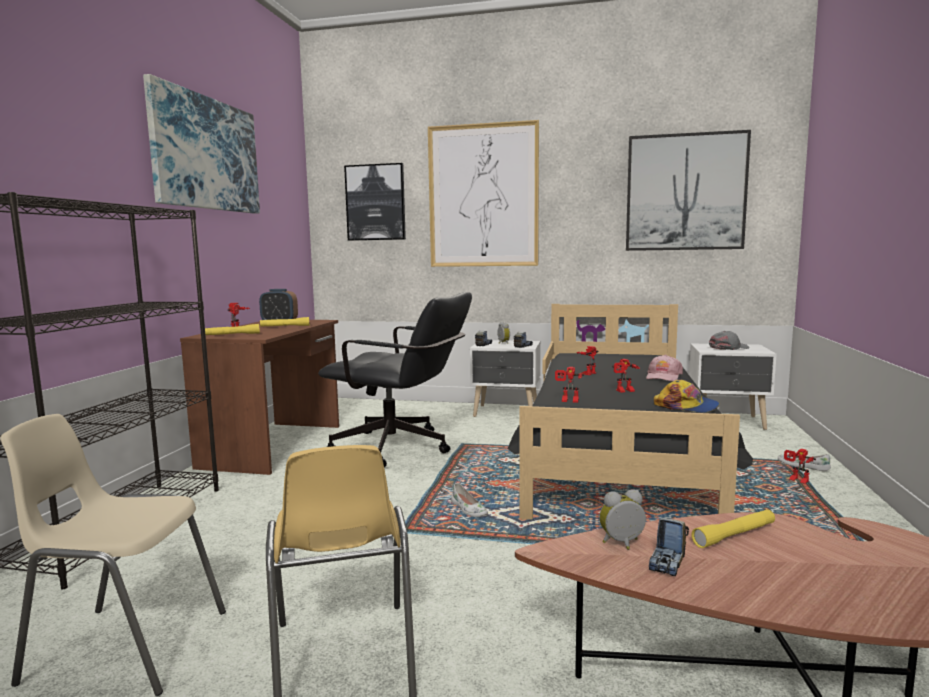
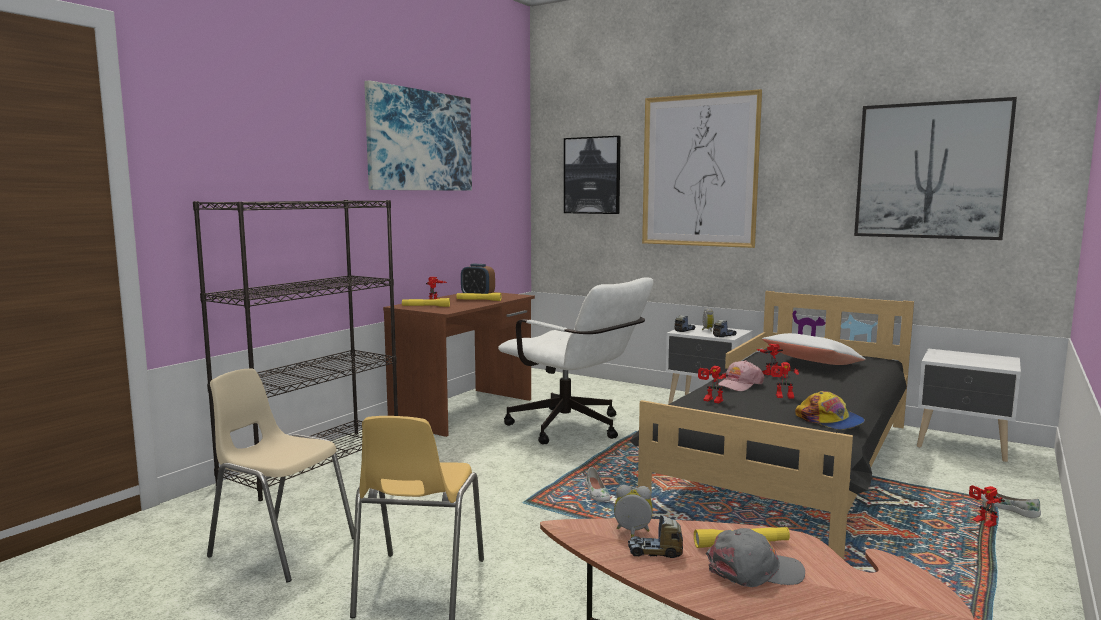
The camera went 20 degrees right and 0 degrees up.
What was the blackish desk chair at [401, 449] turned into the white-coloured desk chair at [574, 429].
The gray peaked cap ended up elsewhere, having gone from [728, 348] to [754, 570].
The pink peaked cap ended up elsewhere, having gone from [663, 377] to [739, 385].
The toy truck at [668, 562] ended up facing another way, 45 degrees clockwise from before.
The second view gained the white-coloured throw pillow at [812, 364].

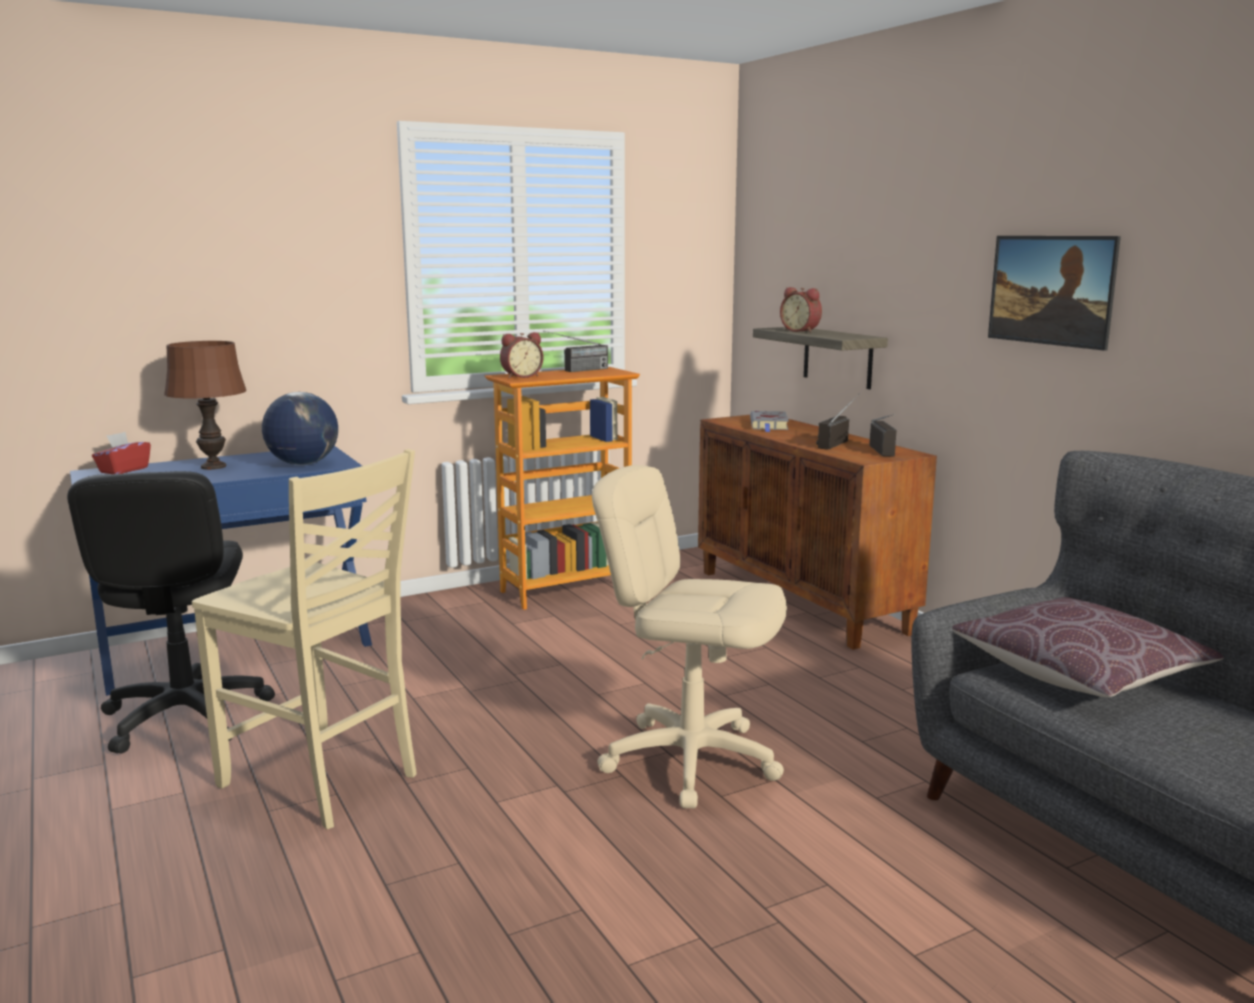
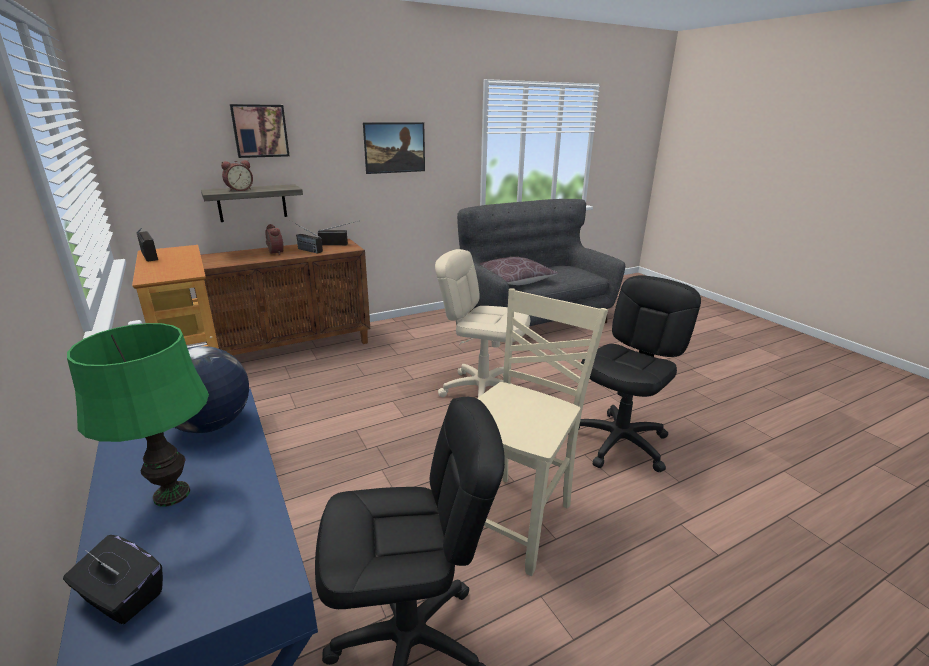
The camera went 90 degrees left and 10 degrees up.
The alarm clock ended up elsewhere, having gone from [521, 376] to [274, 252].
What was the brownish lamp for a table at [214, 466] turned into the green-coloured lamp for a table at [171, 494].
The second view lost the gray bound book at [769, 425].
What was the red-coloured tissue holder at [123, 470] turned into the blackish tissue holder at [121, 597].
The beige-coloured desk chair at [690, 760] ended up facing another way, 90 degrees clockwise from before.
The second view gained the wall picture at [260, 131].
The second view gained the blackish desk chair at [620, 443].

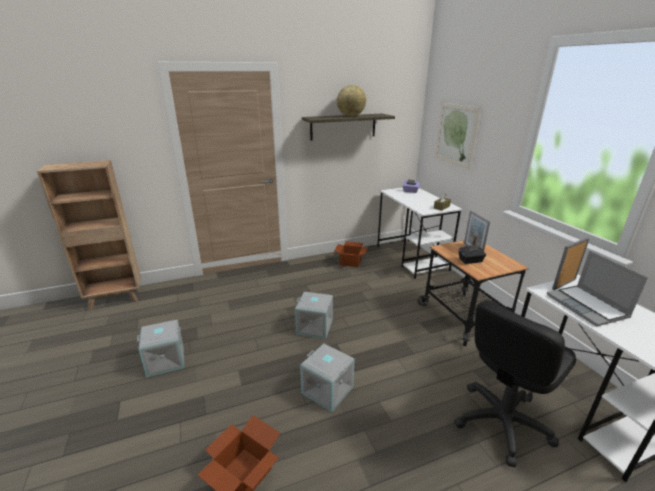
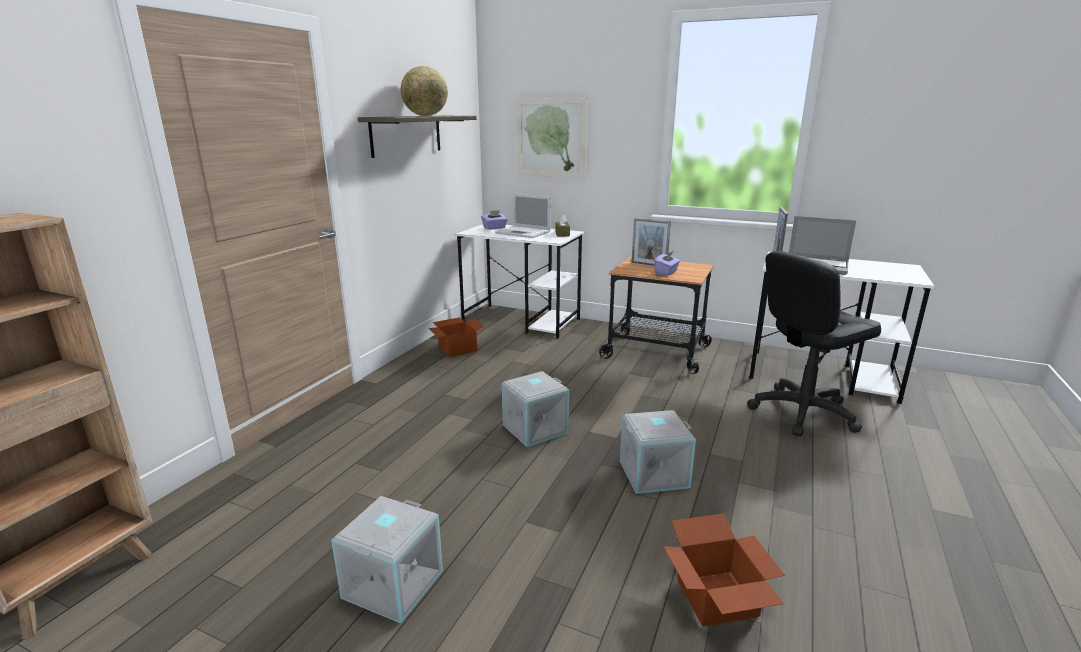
The camera went 45 degrees left and 5 degrees down.
What was the blackish tissue holder at [470, 261] turned into the purple-coloured tissue holder at [666, 272].
The blackish desk chair at [501, 422] ended up facing another way, 60 degrees clockwise from before.
The second view gained the notebook computer at [524, 232].

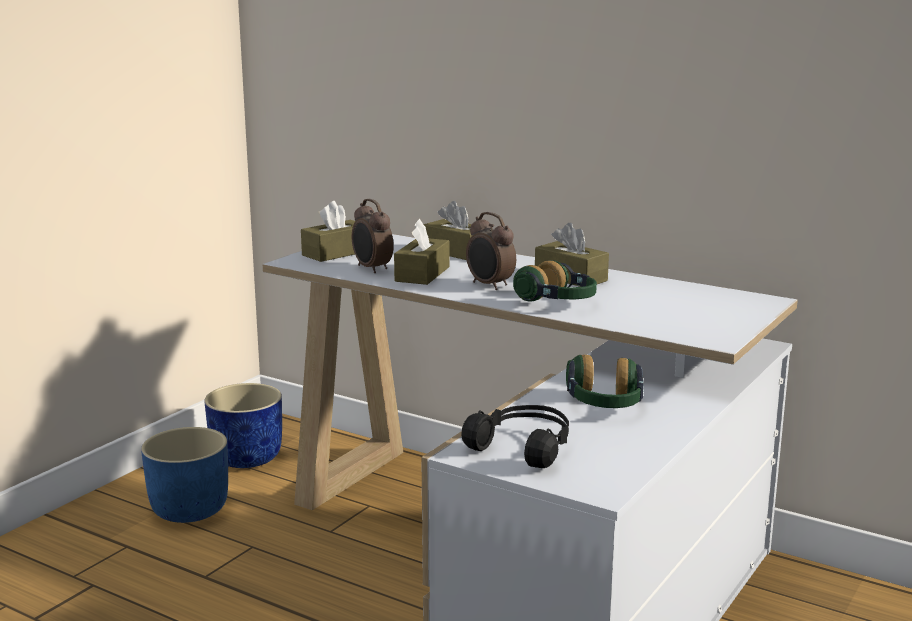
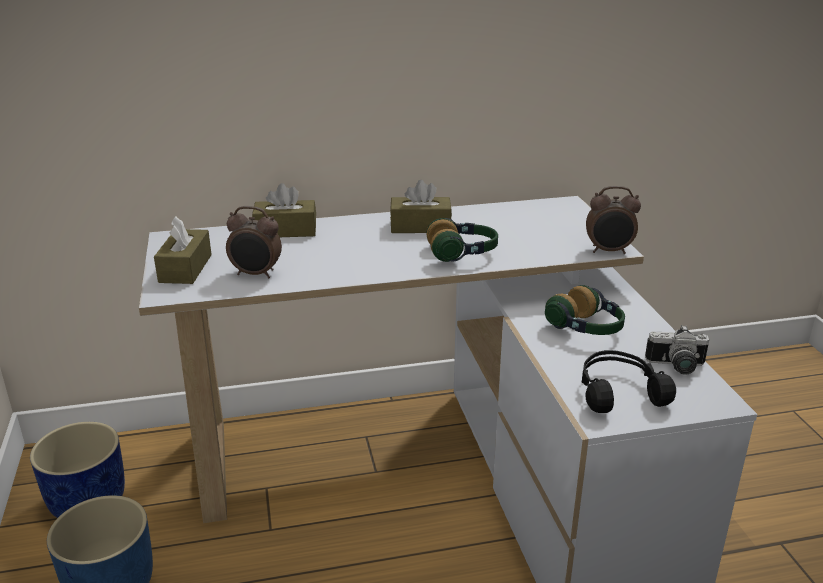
The camera went 45 degrees left and 10 degrees up.
The alarm clock ended up elsewhere, having gone from [489, 285] to [609, 251].
The second view lost the brownish tissue holder at [422, 274].
The second view gained the still camera at [676, 367].

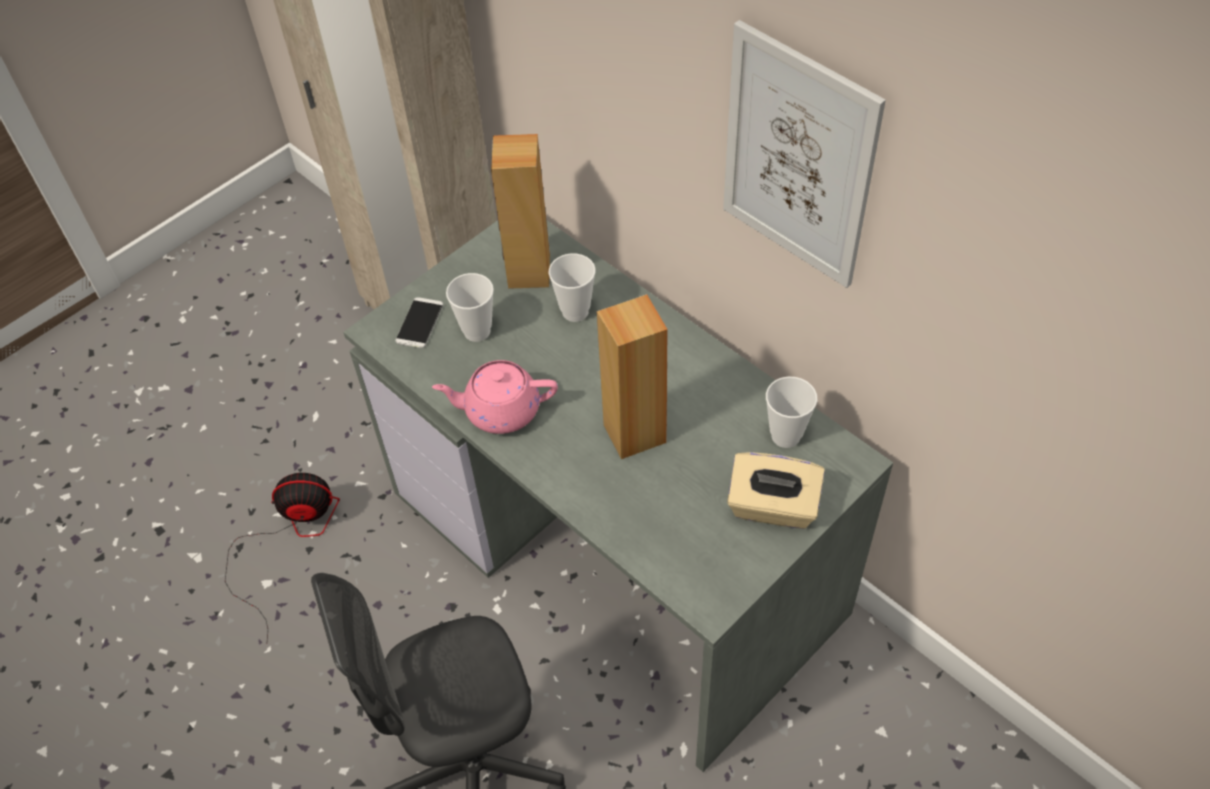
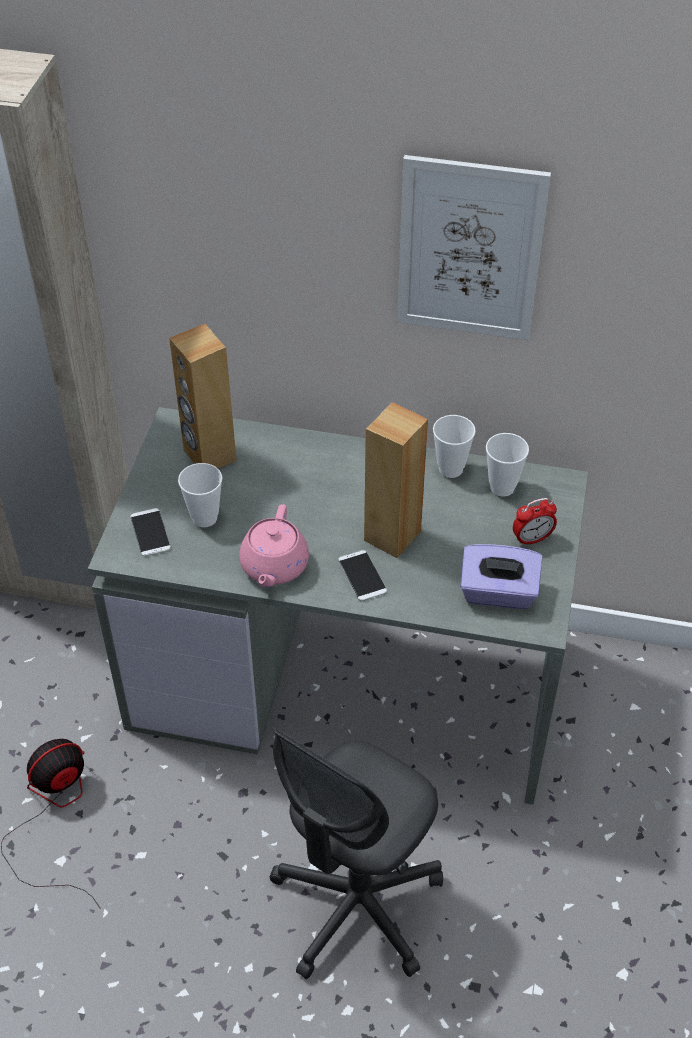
The camera went 35 degrees left and 5 degrees down.
The drinking cup ended up elsewhere, having gone from [575, 311] to [450, 469].
The pink pot for tea at [500, 410] ended up facing another way, 45 degrees counterclockwise from before.
Where the beige-coloured tissue holder stood at [772, 507], the alarm clock came to stand at [532, 539].
The second view gained the purple-coloured tissue holder at [498, 593].
The second view gained the phone at [362, 576].

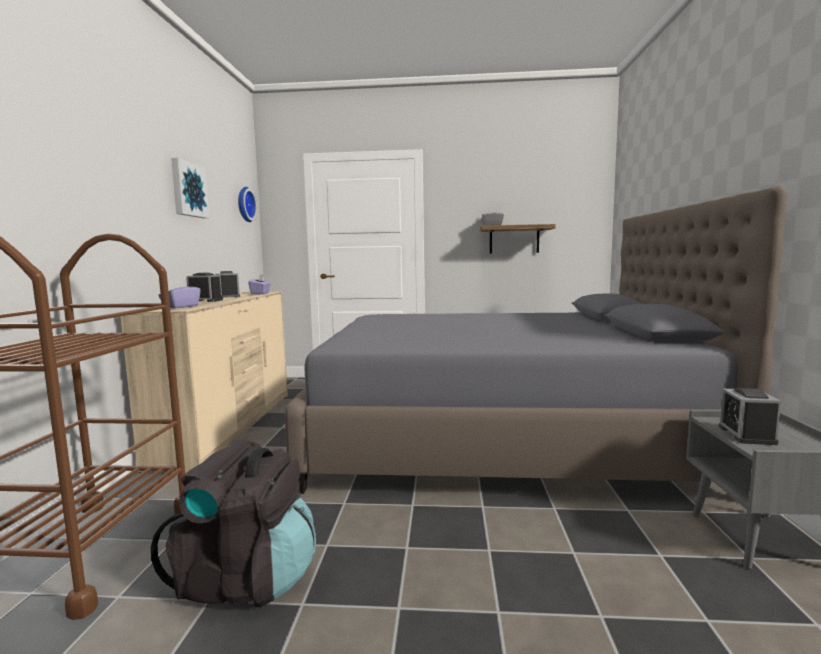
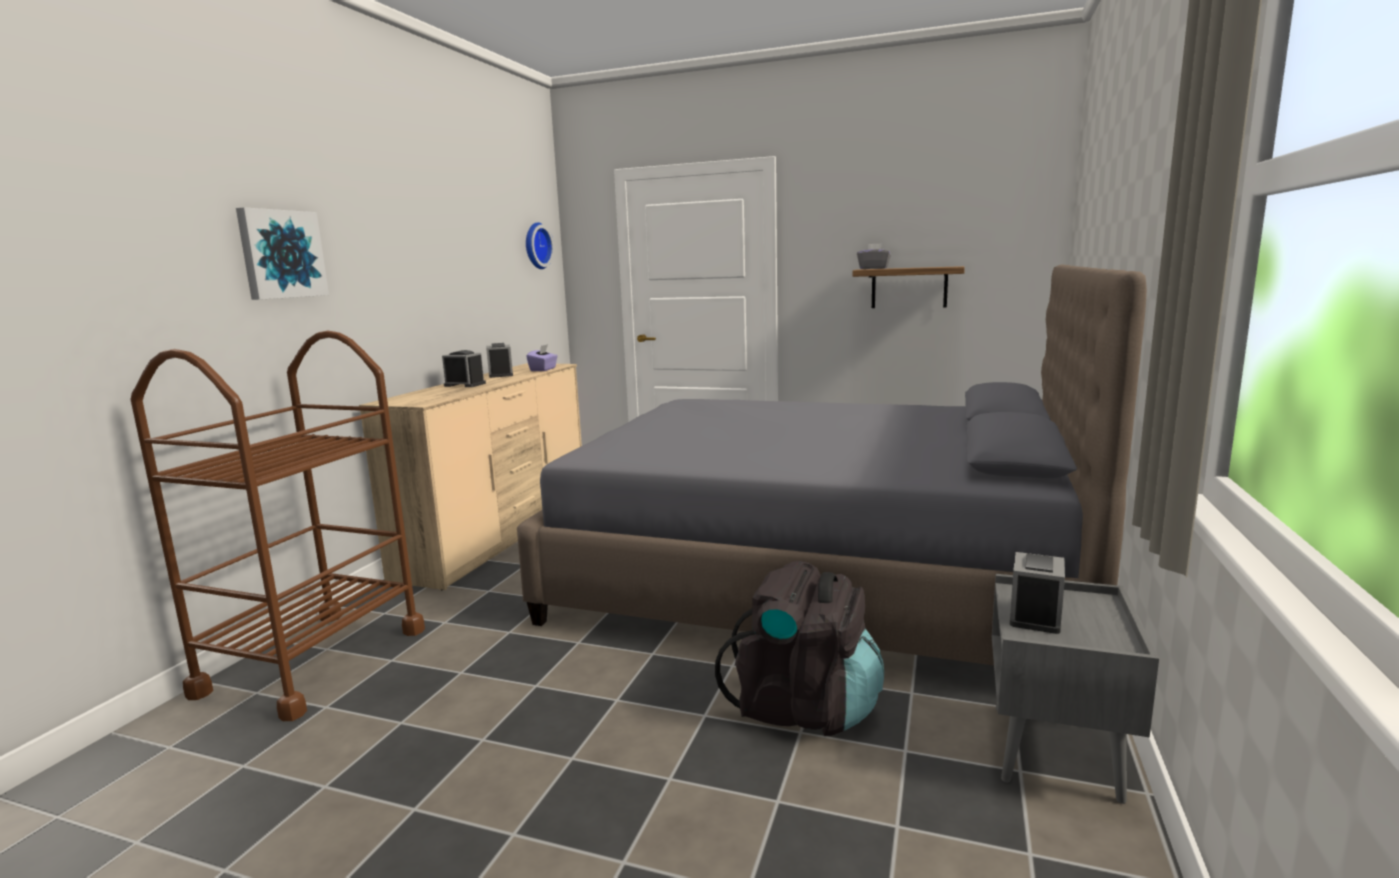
The camera went 15 degrees right and 5 degrees up.
The wall picture ended up elsewhere, having gone from [188, 190] to [281, 254].
The second view lost the purple-coloured tissue holder at [180, 307].
The blackish rucksack ended up elsewhere, having gone from [246, 579] to [803, 707].

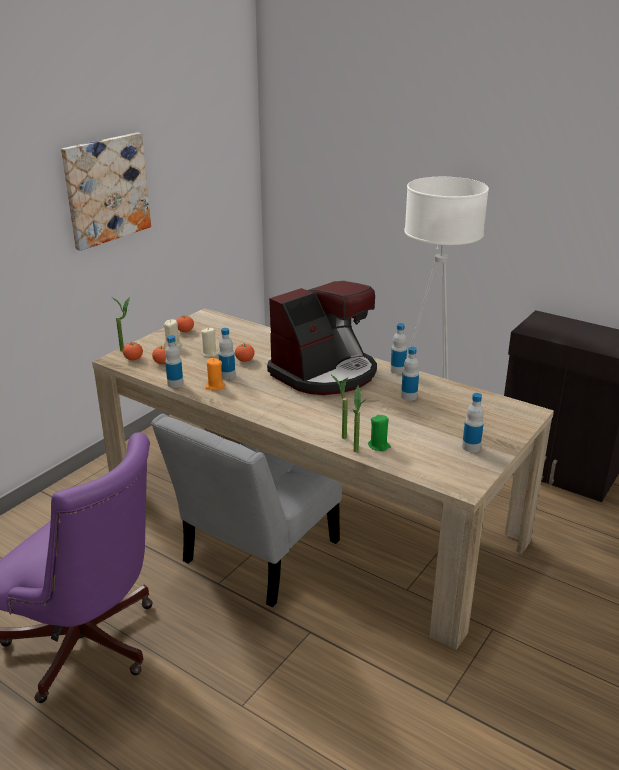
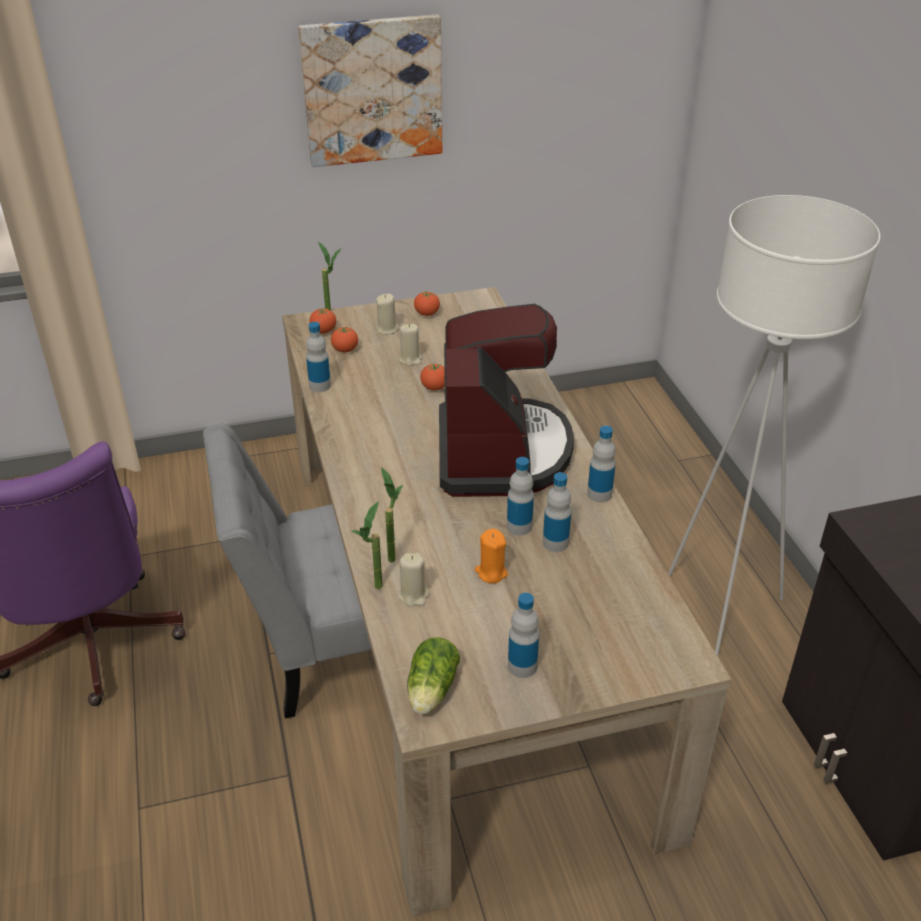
The camera went 40 degrees right and 10 degrees up.
The coffee machine at [325, 373] ended up facing another way, 90 degrees counterclockwise from before.
The bottle ended up elsewhere, having gone from [227, 375] to [519, 526].
The orangey wax candle ended up elsewhere, having gone from [215, 386] to [491, 572].
What was the green-coloured wax candle at [379, 446] turned into the beige-coloured wax candle at [413, 595].
The second view gained the lettuce head at [431, 691].

